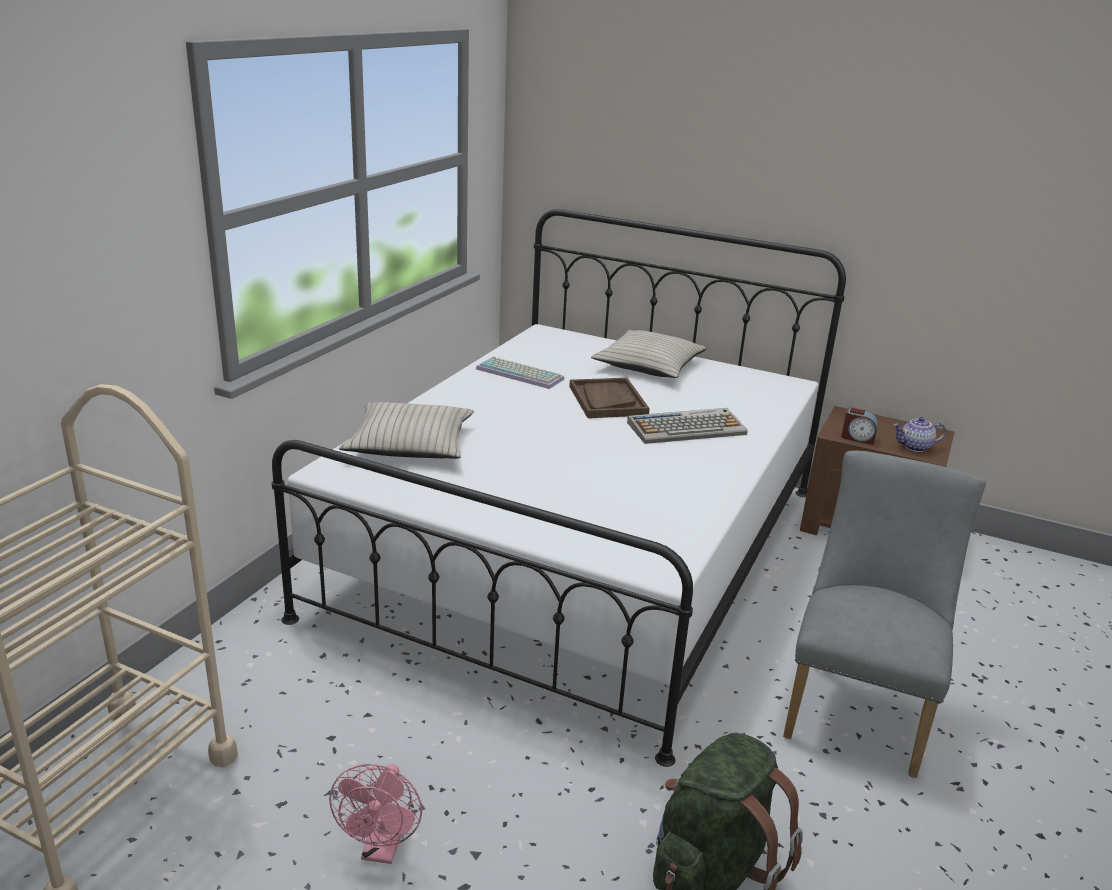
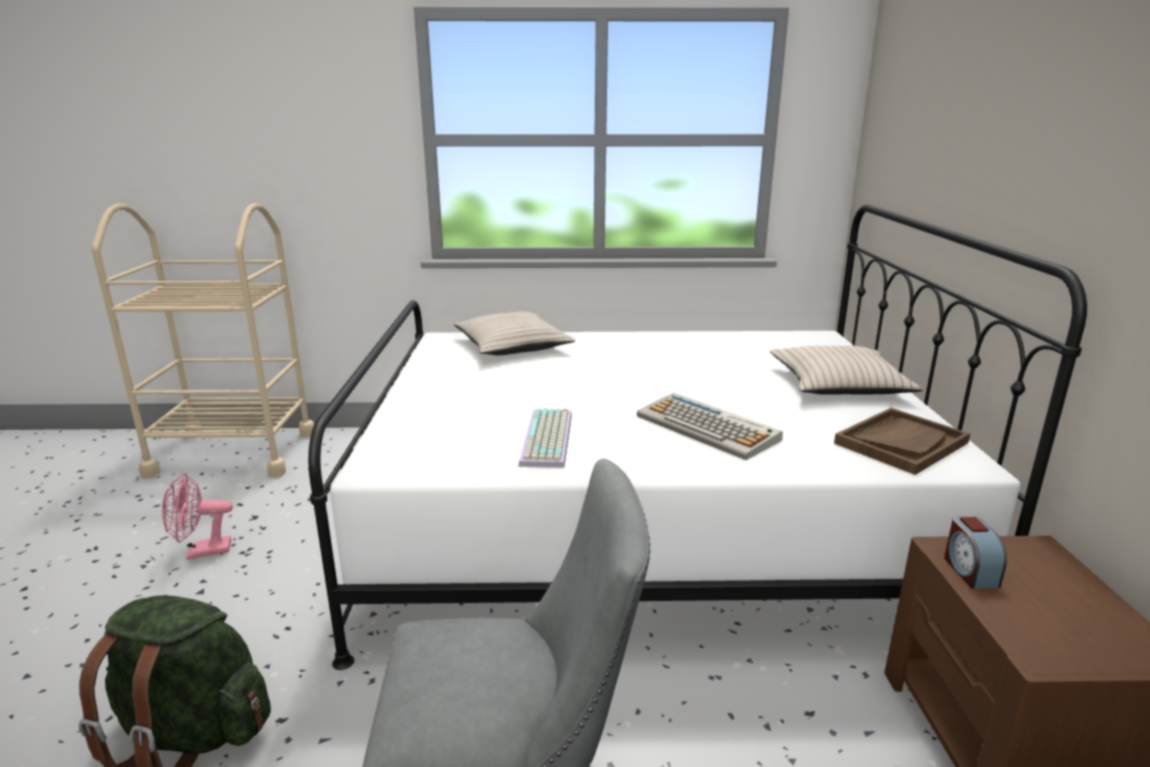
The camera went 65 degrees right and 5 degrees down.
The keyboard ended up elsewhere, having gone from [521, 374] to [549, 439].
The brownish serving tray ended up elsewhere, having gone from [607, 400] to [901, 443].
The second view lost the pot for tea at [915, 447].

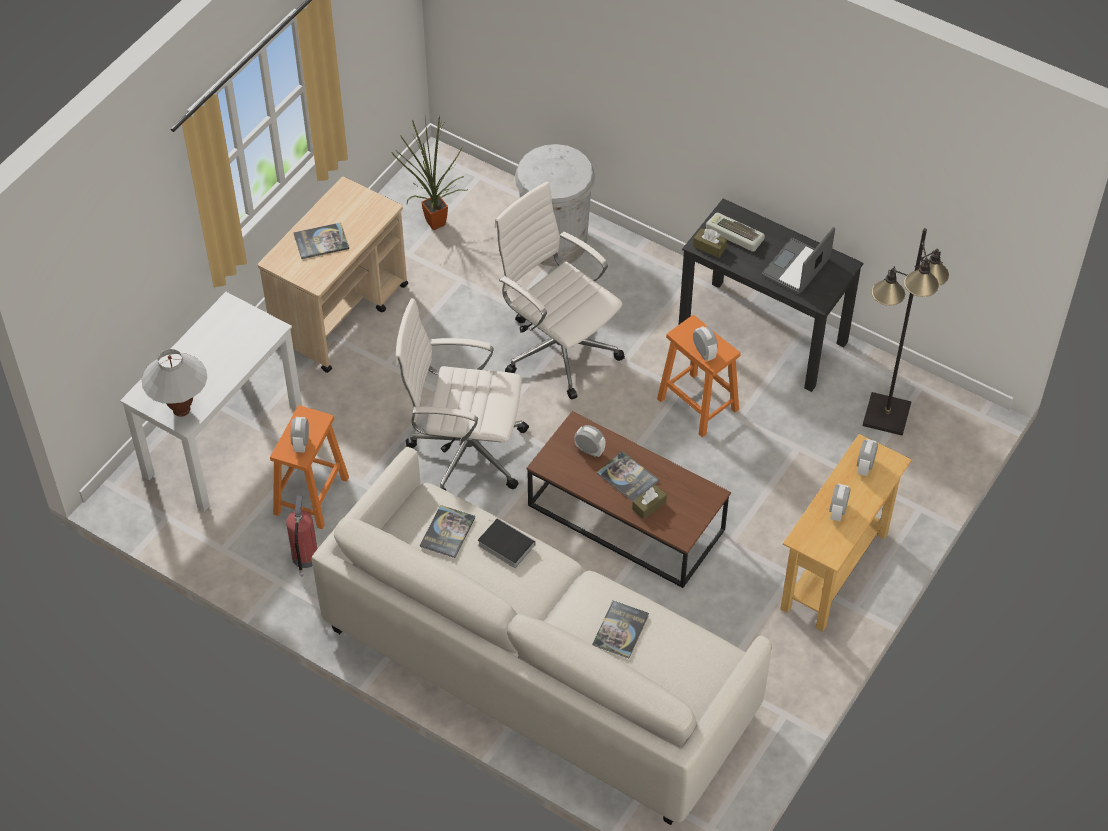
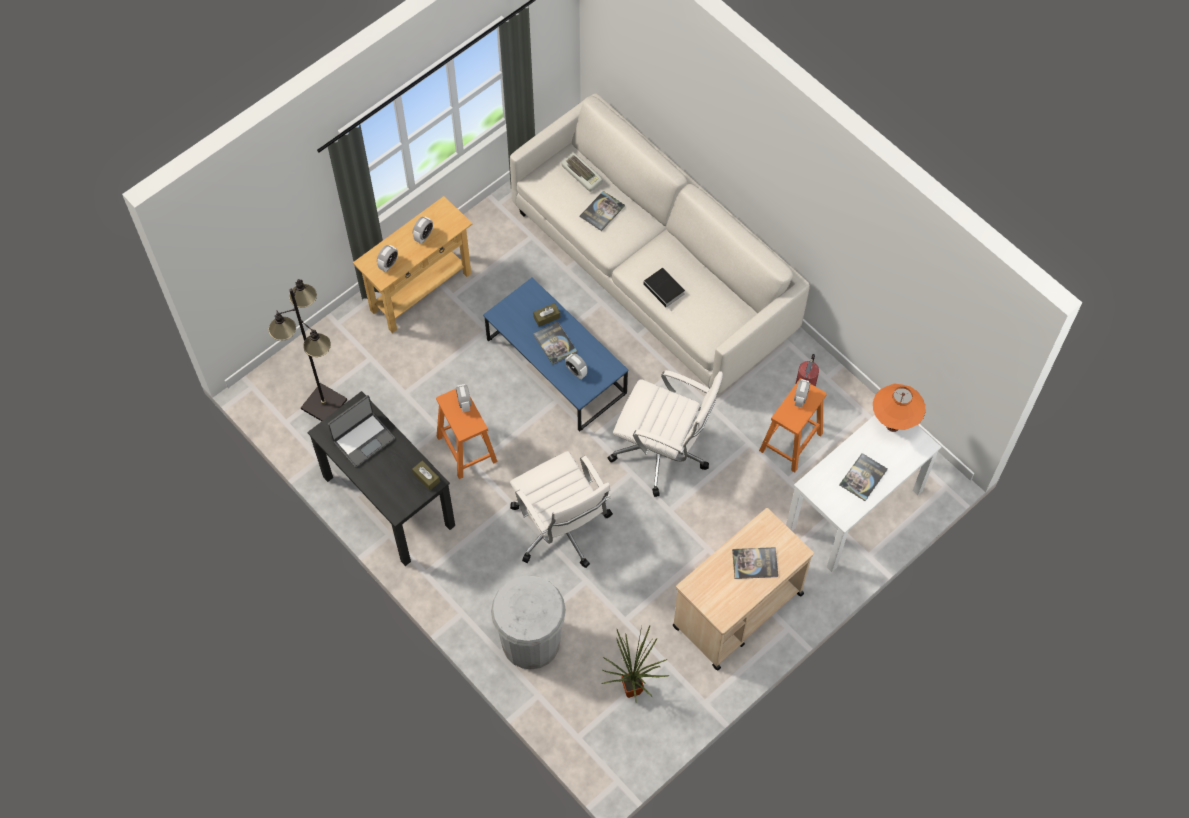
The camera went 165 degrees left and 10 degrees up.
The keyboard ended up elsewhere, having gone from [733, 235] to [583, 174].
What was the white-coloured lamp for a table at [181, 410] turned into the orangey lamp for a table at [893, 426].
What was the brownish coffee table at [626, 518] turned into the blue-coloured coffee table at [556, 367].
The bound book ended up elsewhere, having gone from [447, 532] to [863, 477].

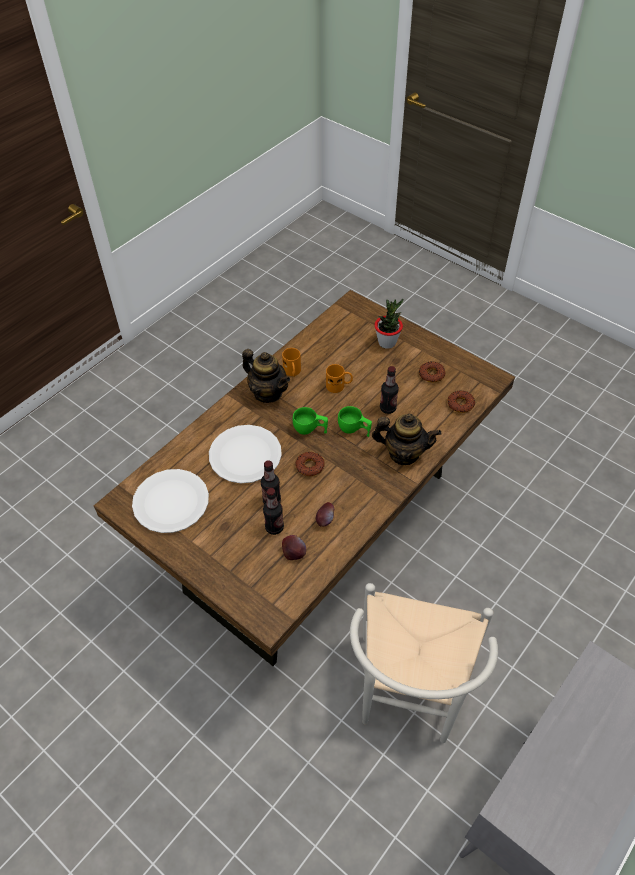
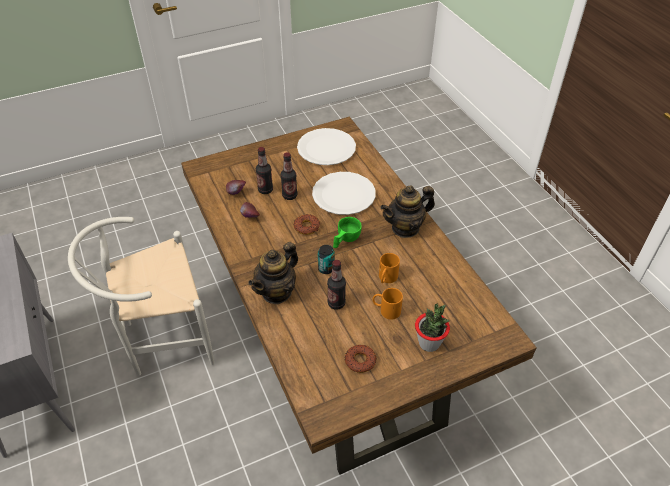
The camera went 115 degrees right and 5 degrees down.
The orangey coffee mug ended up elsewhere, having gone from [293, 372] to [386, 310].
The second view lost the doughnut at [460, 404].
Where the green-coloured drinking cup stood at [354, 430], the metal can came to stand at [326, 269].
The white-coloured plain chair at [409, 697] ended up facing another way, 60 degrees counterclockwise from before.

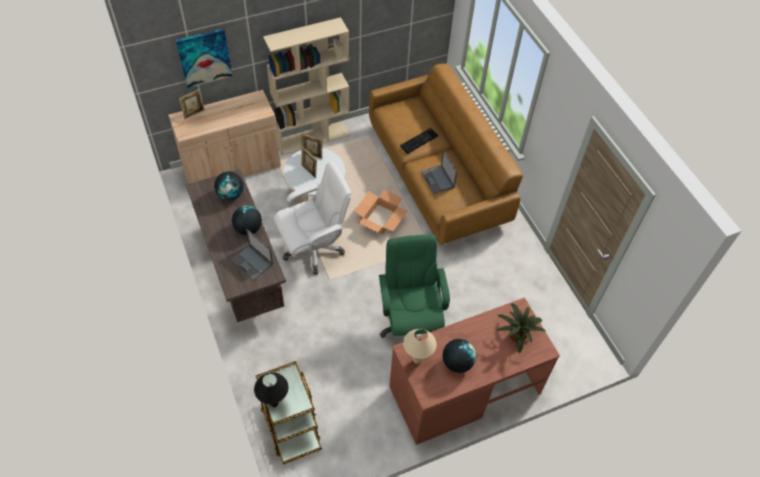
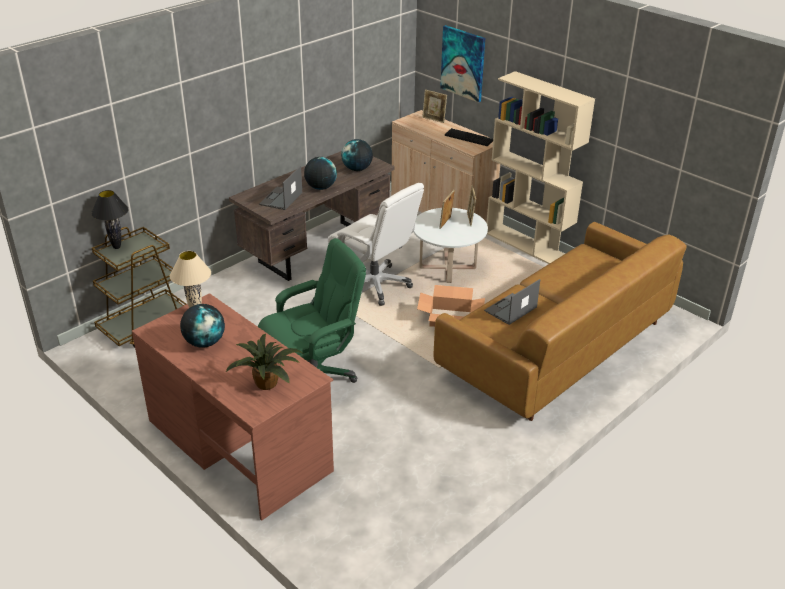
The camera went 70 degrees right and 20 degrees down.
The keyboard ended up elsewhere, having gone from [419, 140] to [469, 138].

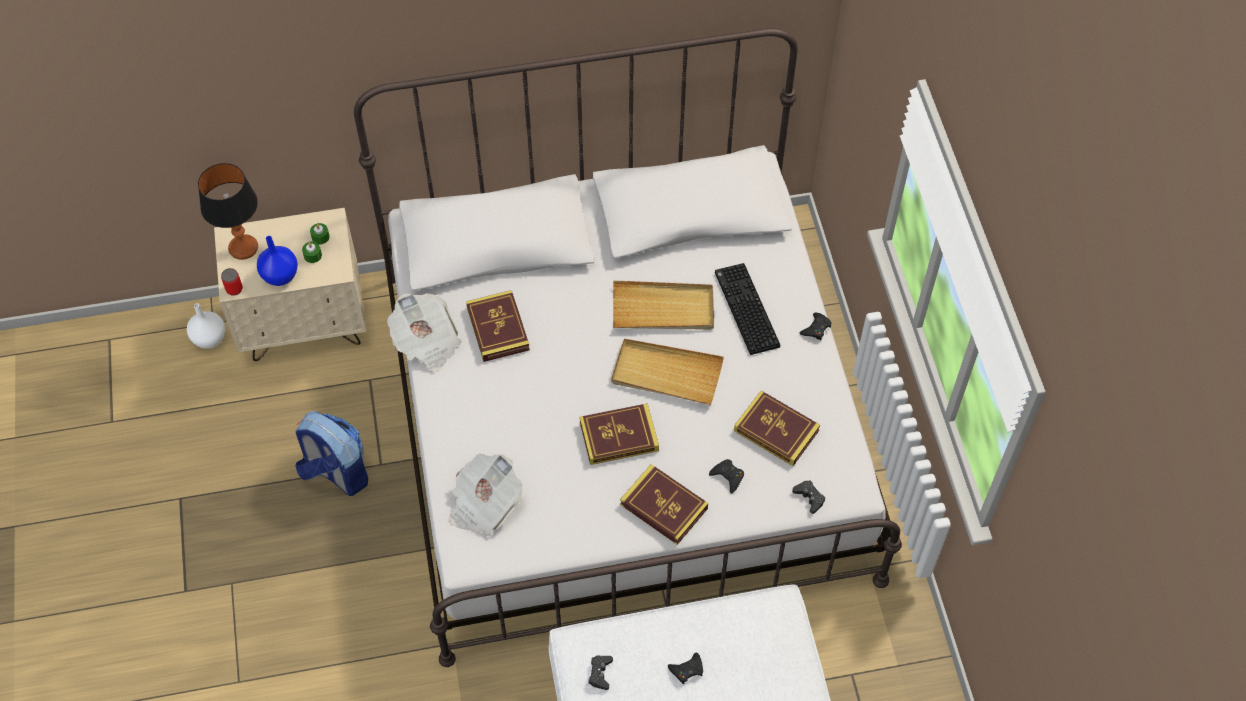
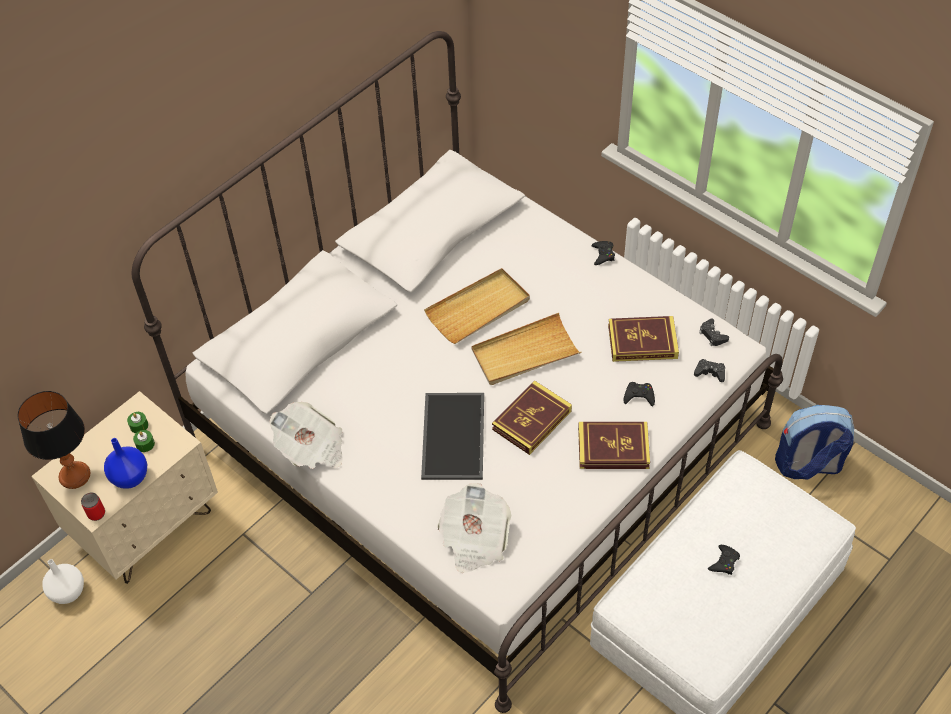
The camera went 35 degrees left and 5 degrees down.
The second view lost the keyboard at [744, 309].
The second view lost the bound book at [498, 328].
The rucksack ended up elsewhere, having gone from [336, 473] to [807, 465].
The blackish game controller ended up elsewhere, having gone from [600, 673] to [712, 335].
The second view gained the serving tray at [451, 435].

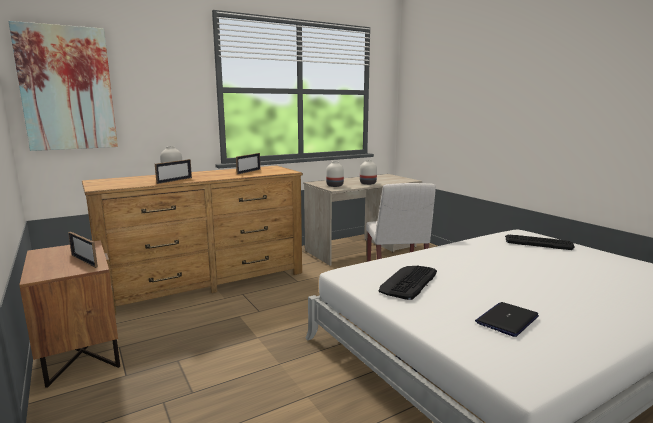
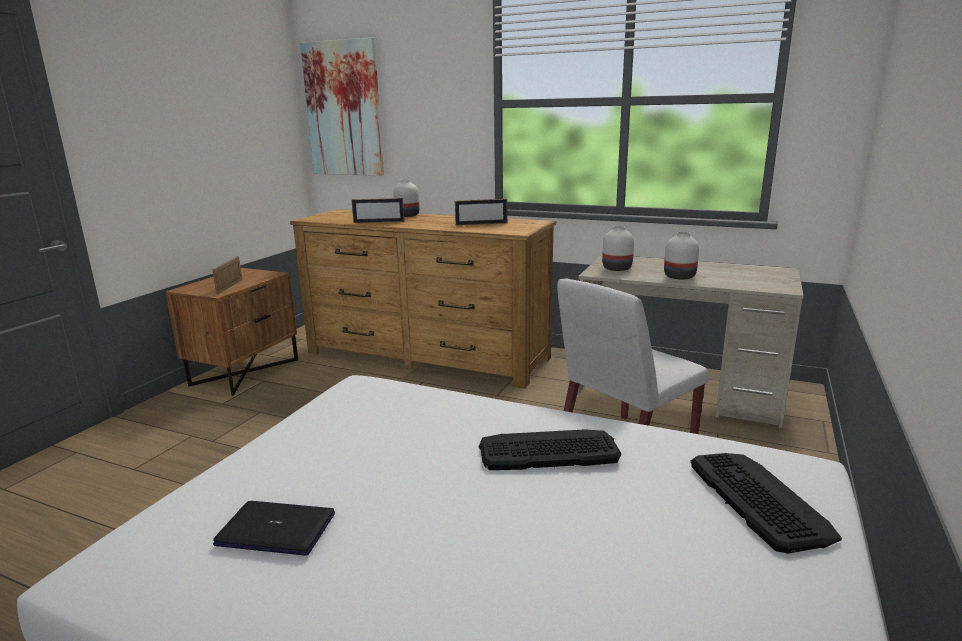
The camera went 55 degrees right and 5 degrees up.
The keyboard ended up elsewhere, having gone from [408, 282] to [547, 450].

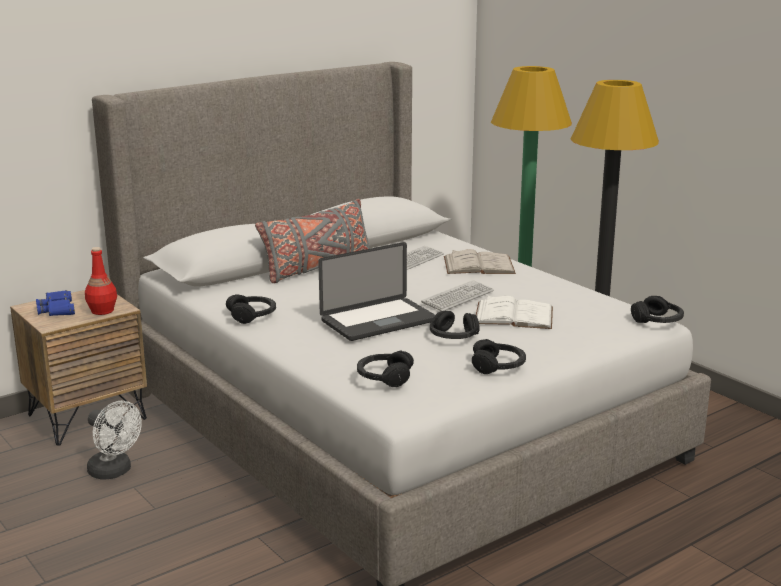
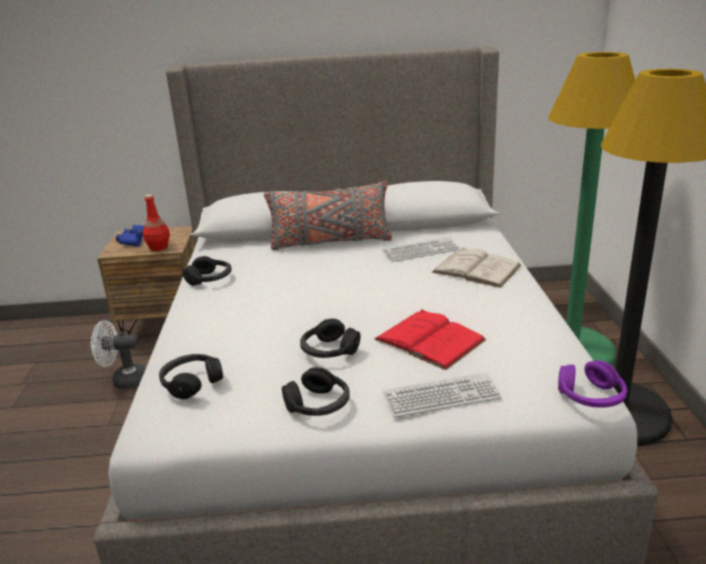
The camera went 35 degrees right and 5 degrees up.
The second view lost the notebook computer at [378, 321].
The keyboard ended up elsewhere, having gone from [458, 297] to [441, 396].
What was the white-coloured bound book at [514, 315] turned into the red-coloured bound book at [429, 340].
What was the blackish headphones at [658, 321] turned into the purple-coloured headphones at [591, 397].
The white-coloured cooling fan at [114, 472] ended up facing another way, 105 degrees clockwise from before.

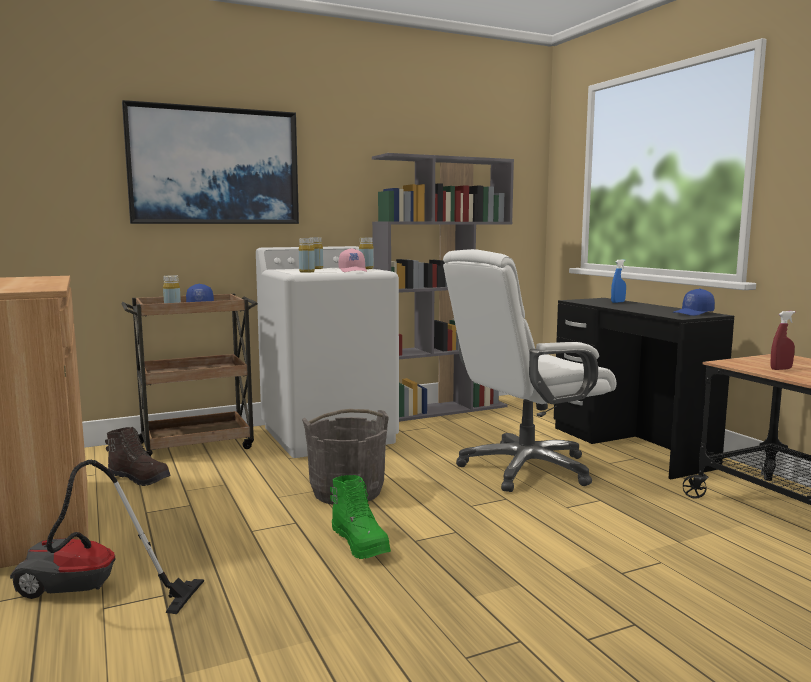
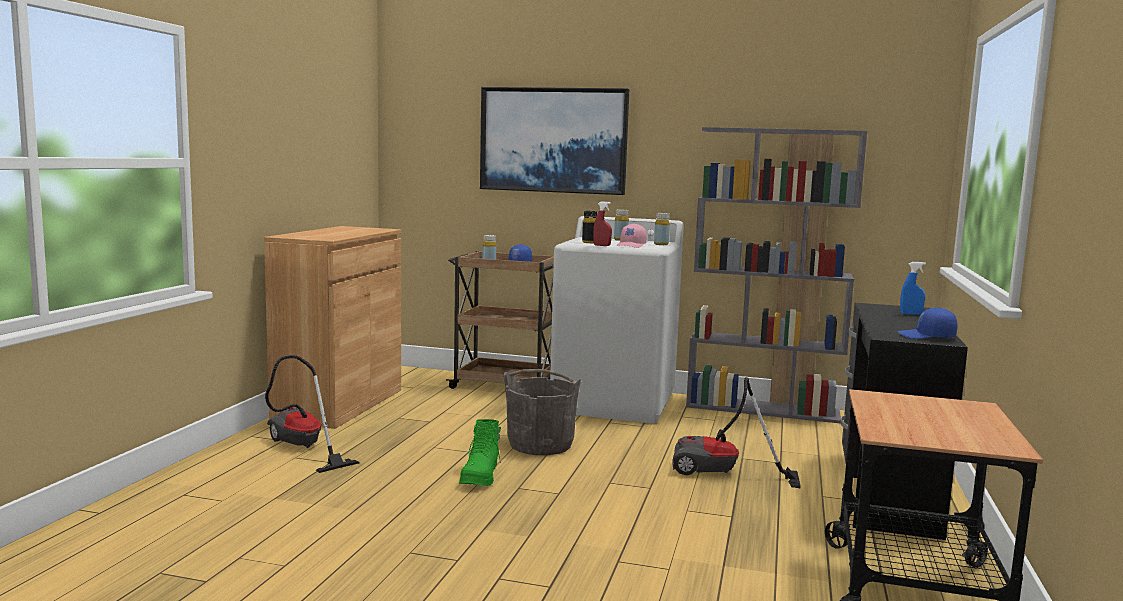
The camera went 40 degrees right and 0 degrees up.
What was the yellow-coloured bottle at [307, 272] turned into the blackish bottle at [589, 242].
Where the white-coloured desk chair stood at [525, 469], the hoover came to stand at [722, 474].
The red-coloured spray bottle ended up elsewhere, having gone from [781, 369] to [602, 245].
The second view lost the brownish boot at [140, 478].

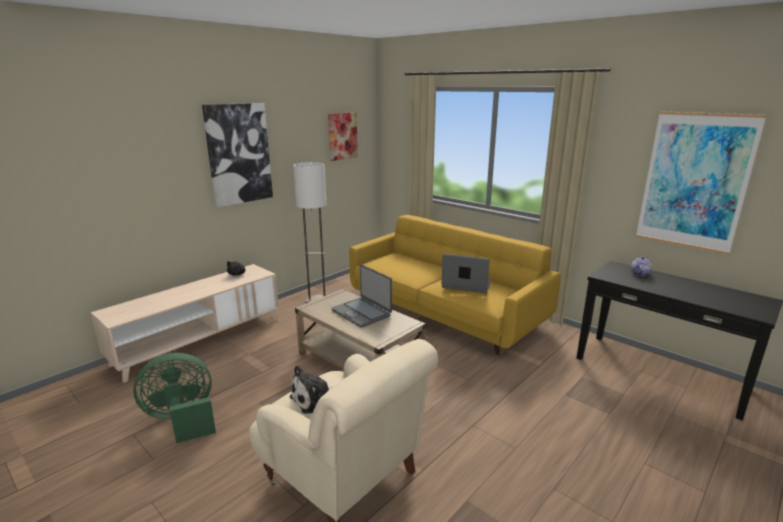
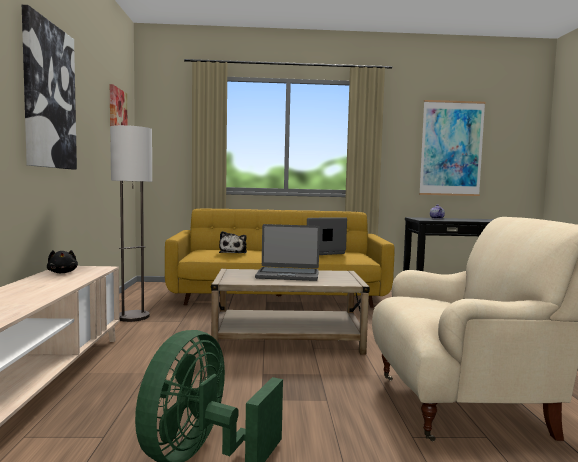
The camera went 45 degrees left and 15 degrees down.
The soft toy ended up elsewhere, having gone from [315, 399] to [234, 252].

